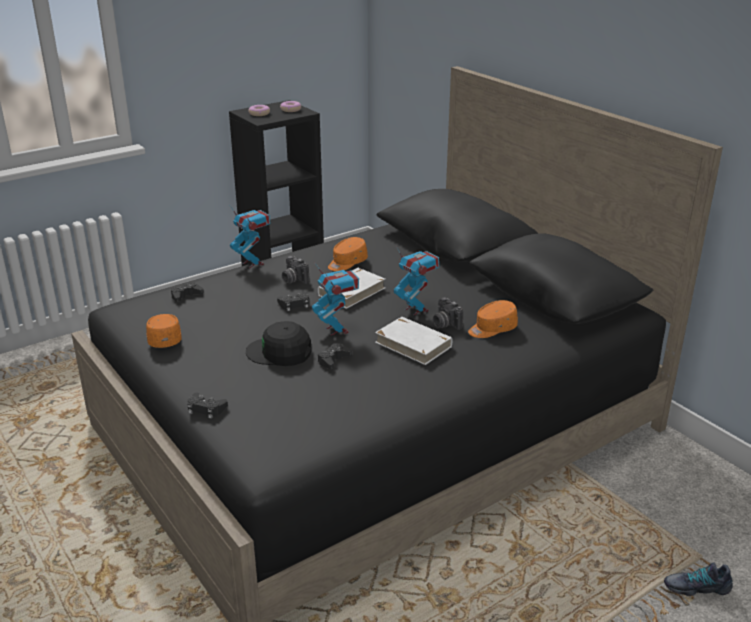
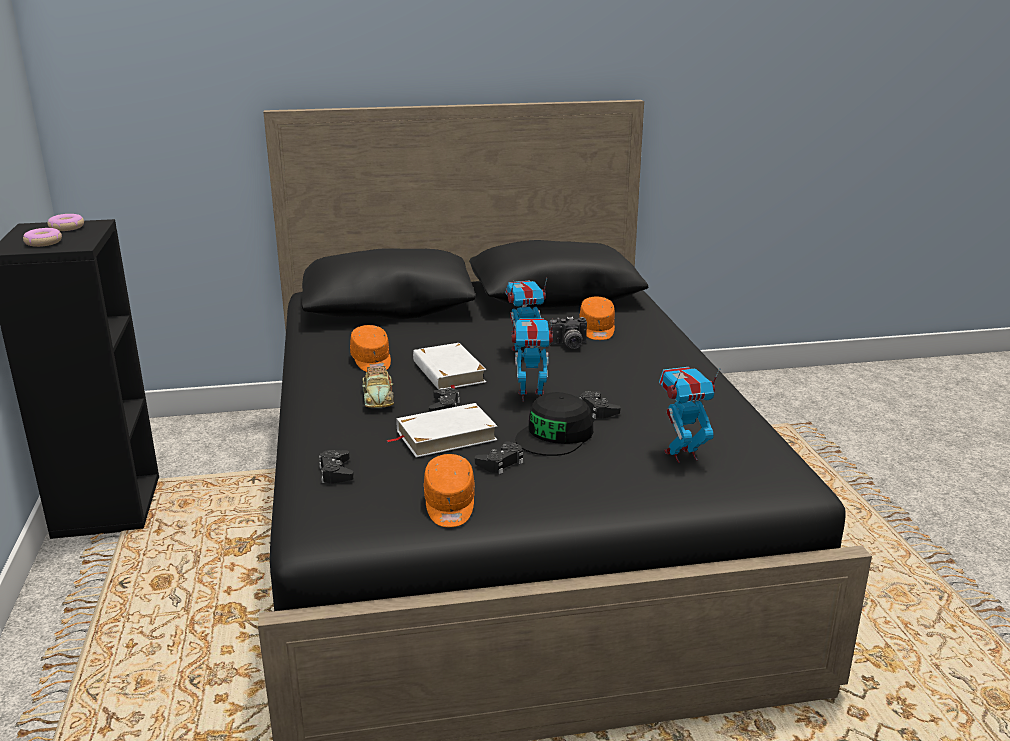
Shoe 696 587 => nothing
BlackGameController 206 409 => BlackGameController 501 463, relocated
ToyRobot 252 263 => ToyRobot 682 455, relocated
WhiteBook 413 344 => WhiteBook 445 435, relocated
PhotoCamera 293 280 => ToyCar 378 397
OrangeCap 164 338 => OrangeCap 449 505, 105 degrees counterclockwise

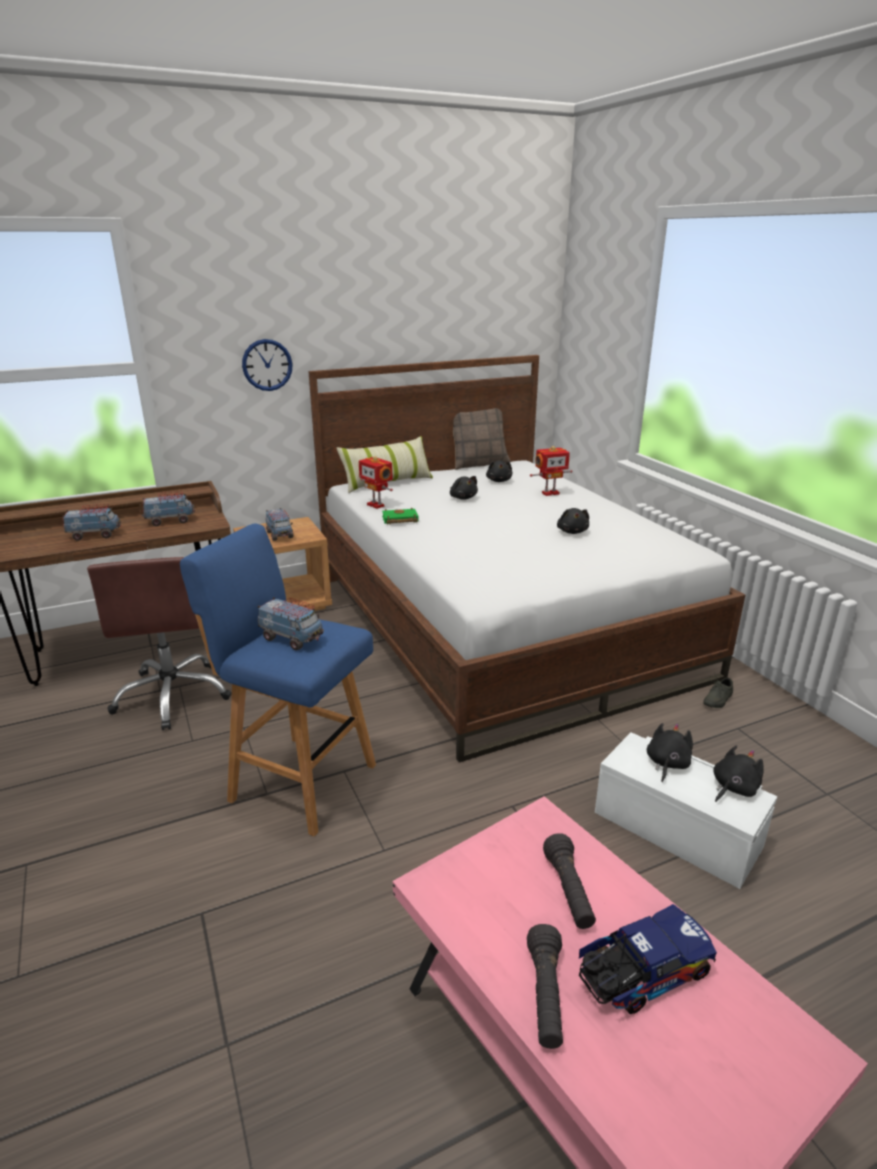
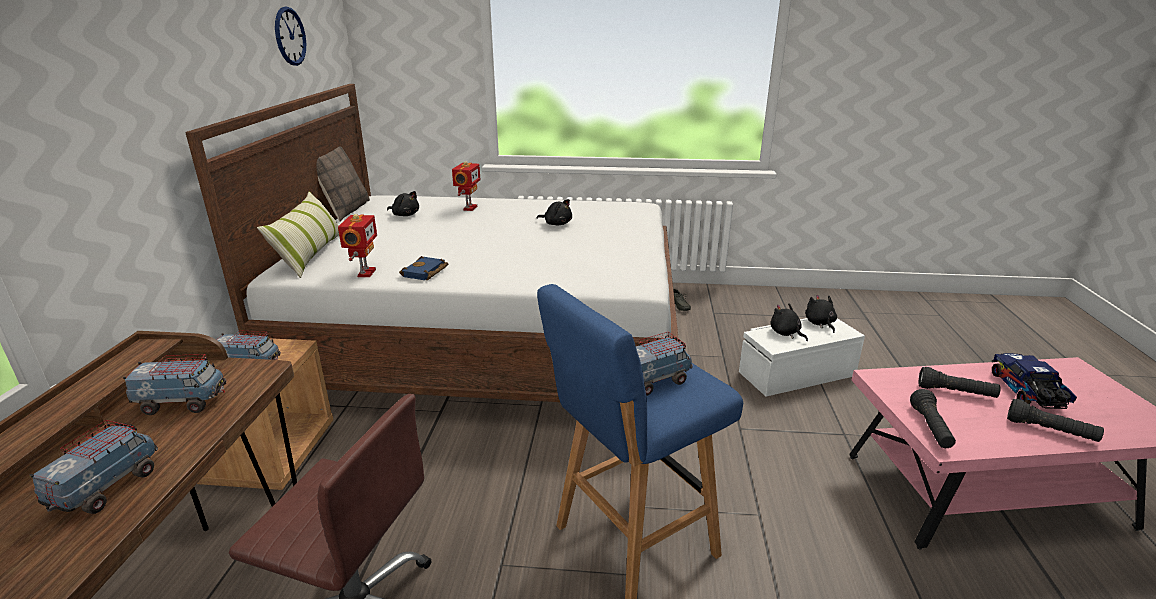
BlackPlushToy 463 498 => nothing
nothing => BlackFlashlight 930 428
WallClock 267 365 => WallClock 290 36, relocated
GreenBook 399 520 => BlueBook 425 272
ToyTruck 170 521 => ToyTruck 183 403, 75 degrees clockwise
ToyRobot 376 505 => ToyRobot 365 273, 75 degrees counterclockwise

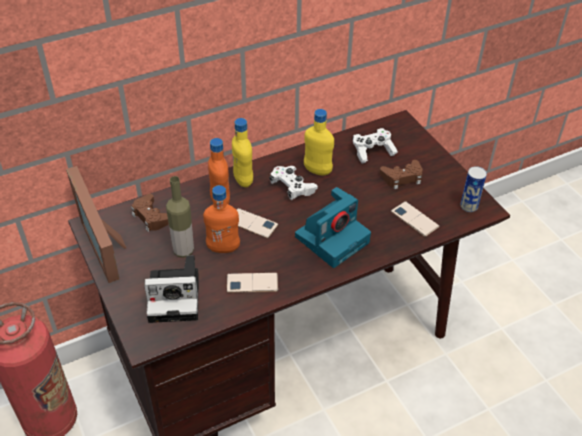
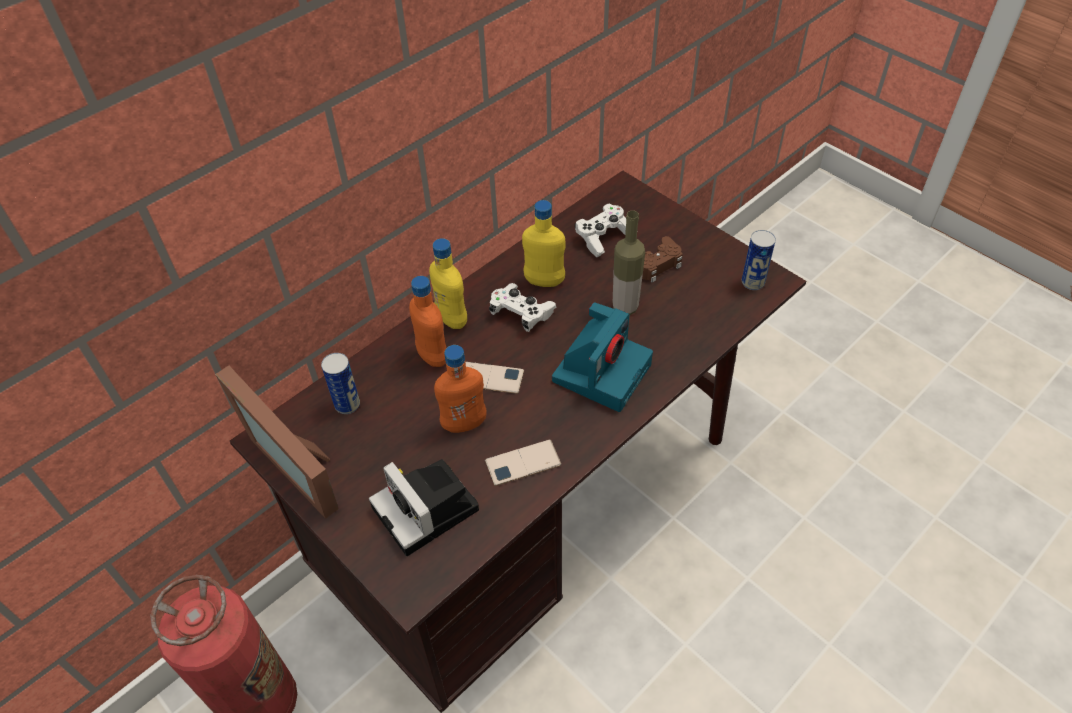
Phone 414 219 => nothing
Bottle 183 251 => Bottle 625 307, relocated
BrownGameController 151 217 => Can 347 404
PhotoCamera 177 296 => PhotoCamera 429 511, 75 degrees clockwise

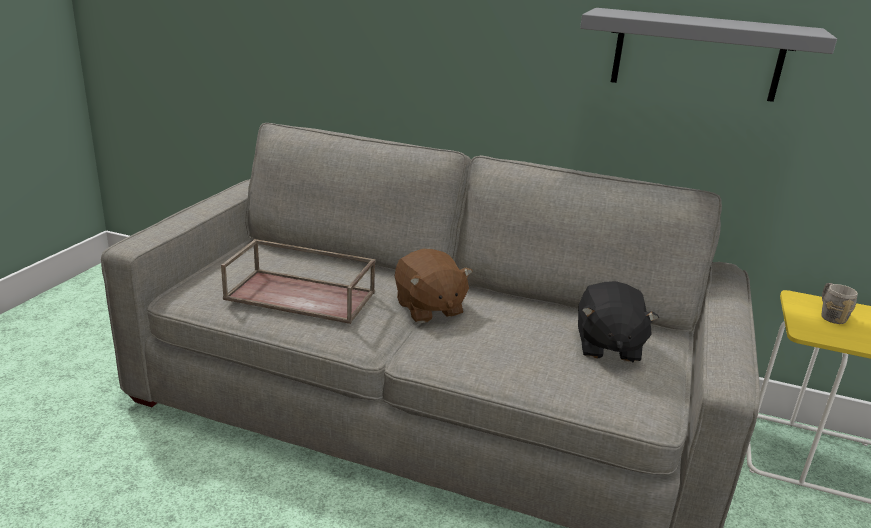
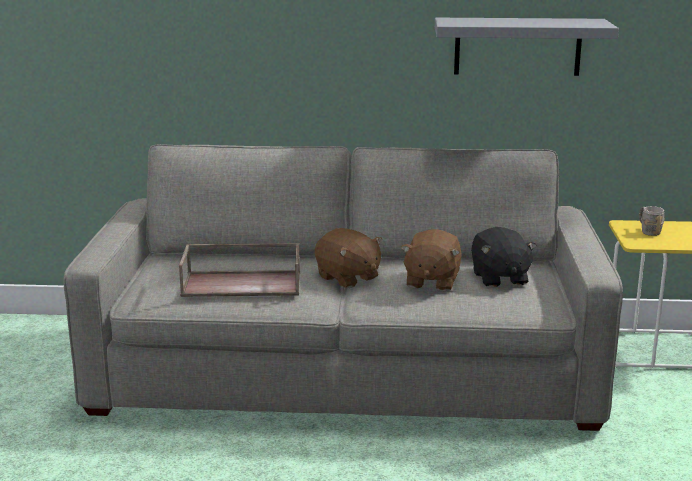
nothing => BrownPlushToy 431 281

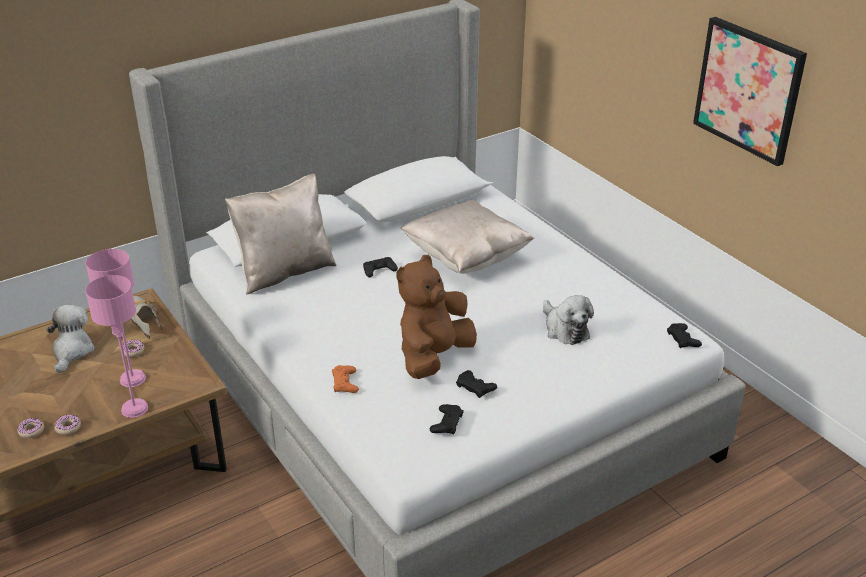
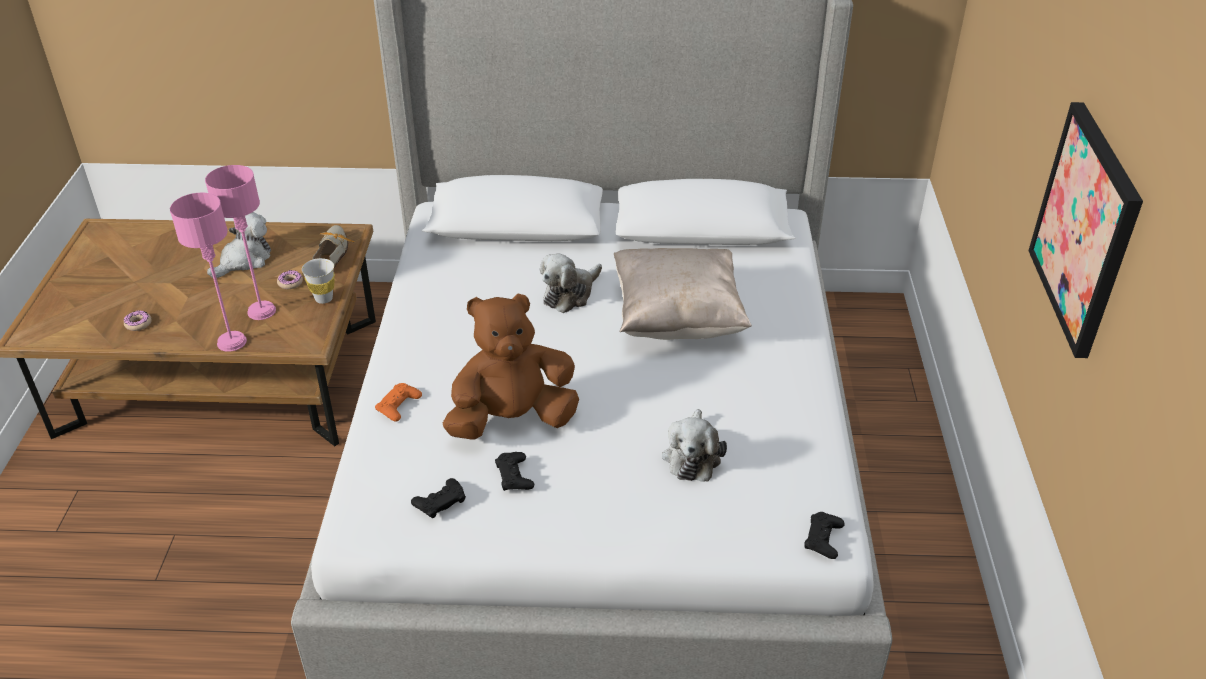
Donut 68 427 => nothing
BeigePillow 284 271 => nothing
nothing => WhiteCup 324 298
BlackGameController 379 270 => PlushToy 570 294

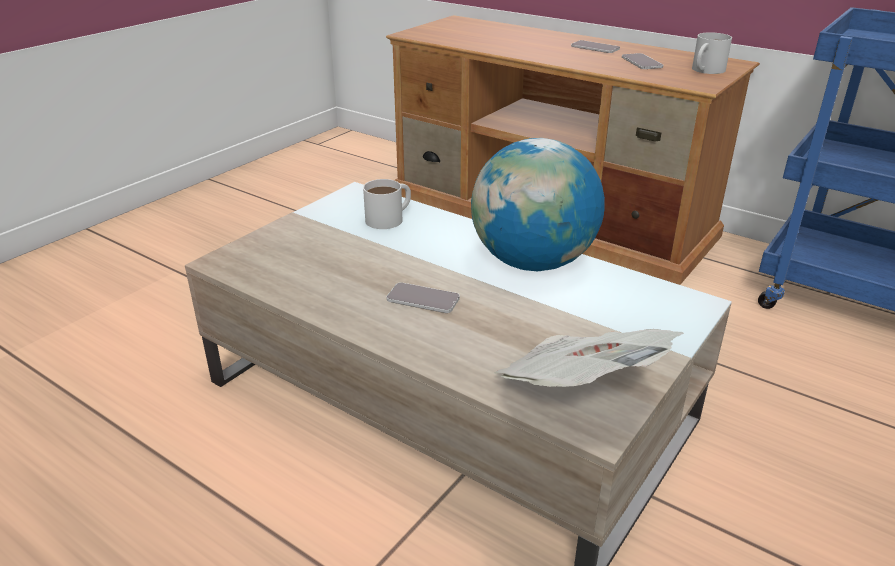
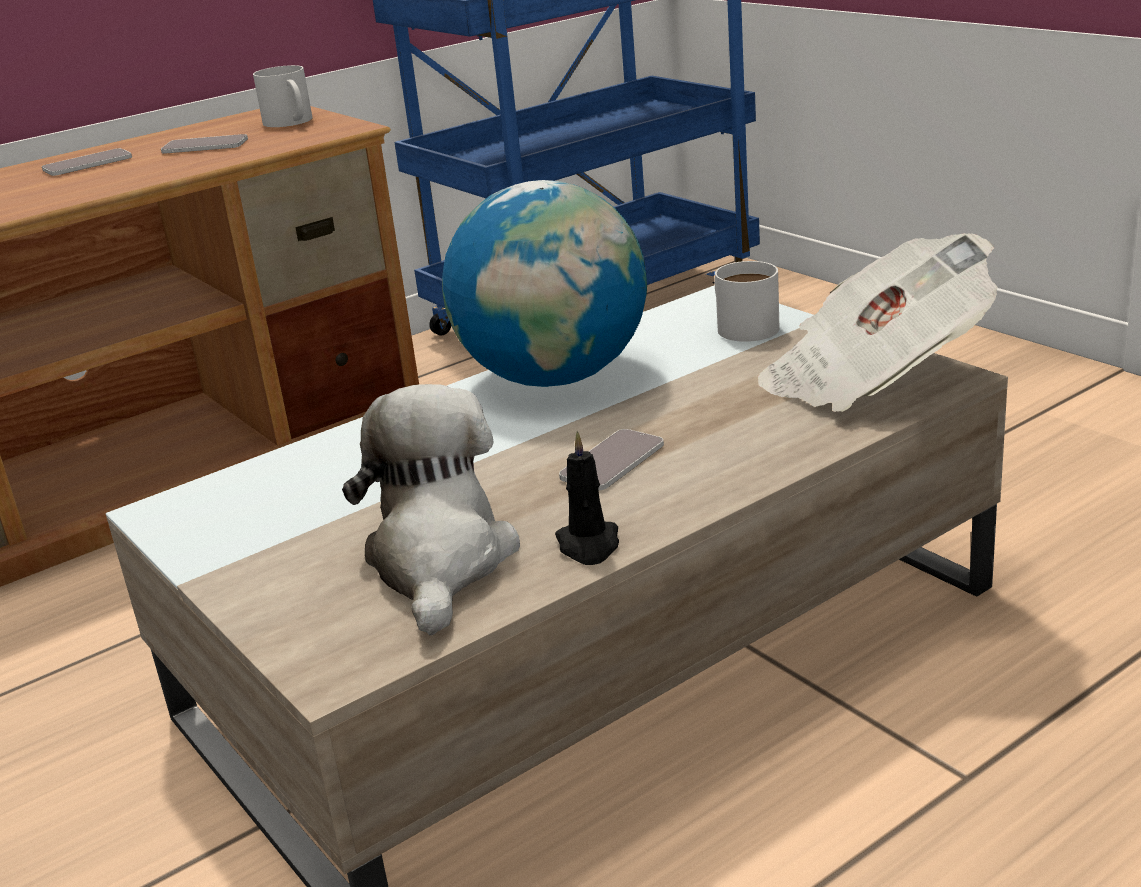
nothing => PlushToy 439 561
nothing => BlackCandle 589 545
WhiteMug 390 218 => WhiteMug 741 325, relocated

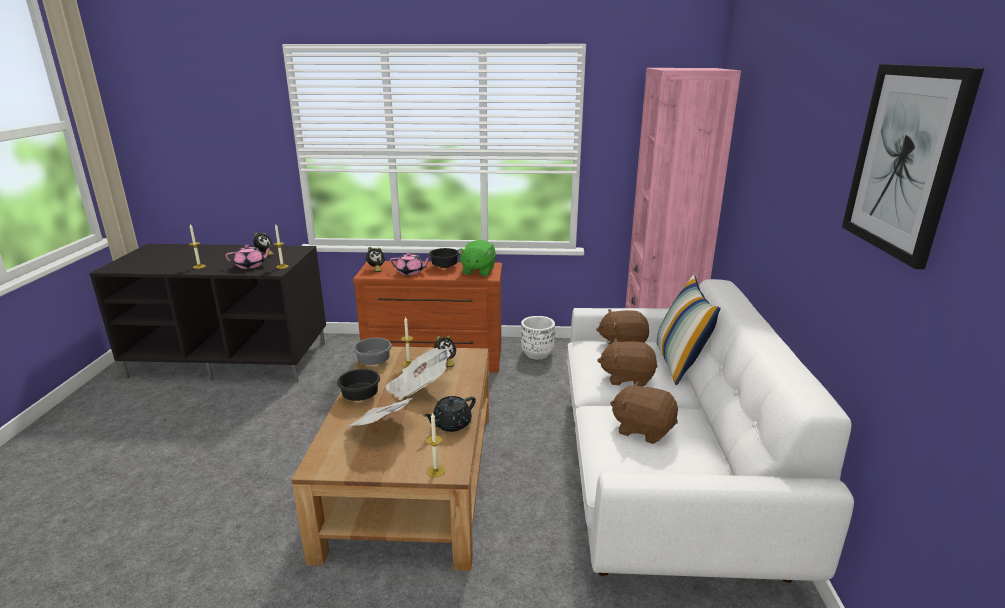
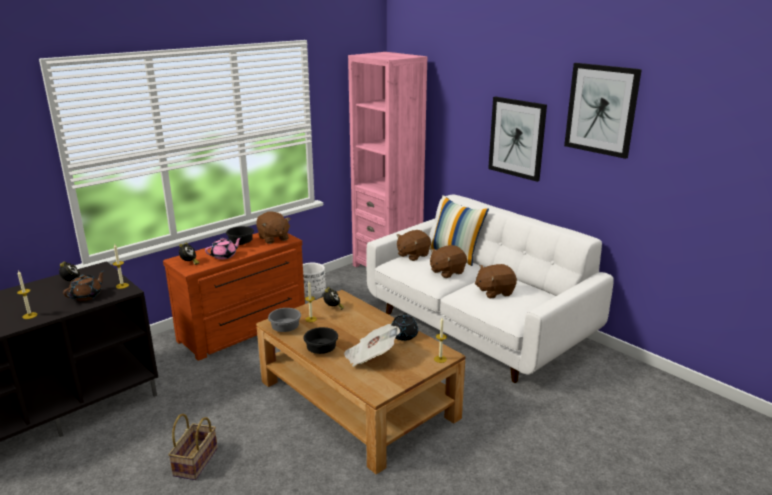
Newspaper 418 388 => nothing
nothing => Basket 196 463
nothing => Picture 517 138
PinkTeapot 251 266 => BrownTeapot 87 296
GreenPlushToy 478 271 => BrownPlushToy 273 238

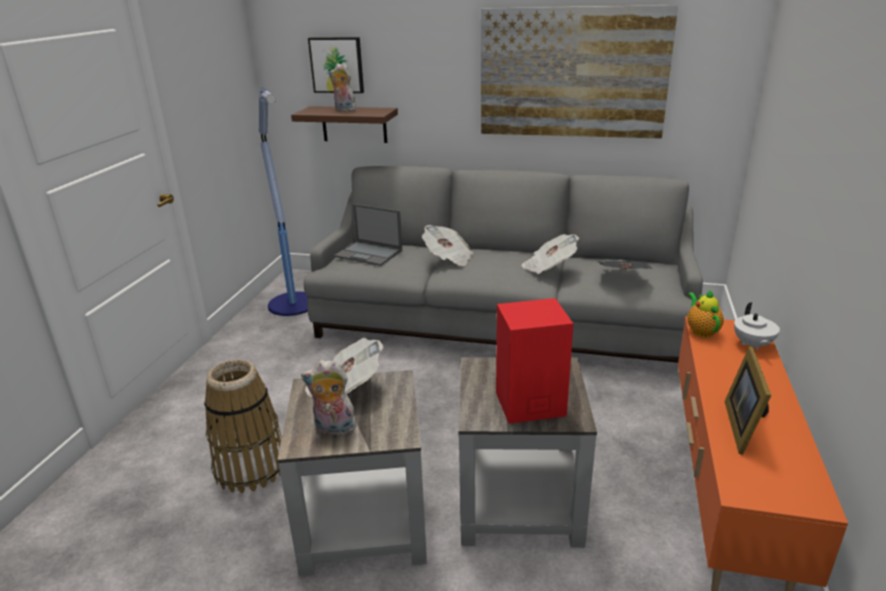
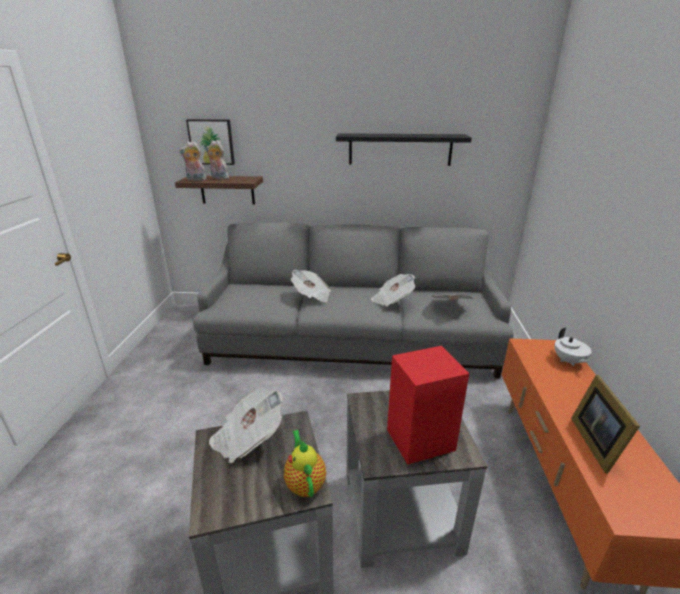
Basket 251 467 => nothing
FloorLamp 293 305 => nothing
Laptop 369 253 => nothing
PlushToy 333 429 => PlushToy 195 180, relocated
Teapot 701 331 => Teapot 305 483, relocated
Picture 572 73 => BlackShelf 400 149

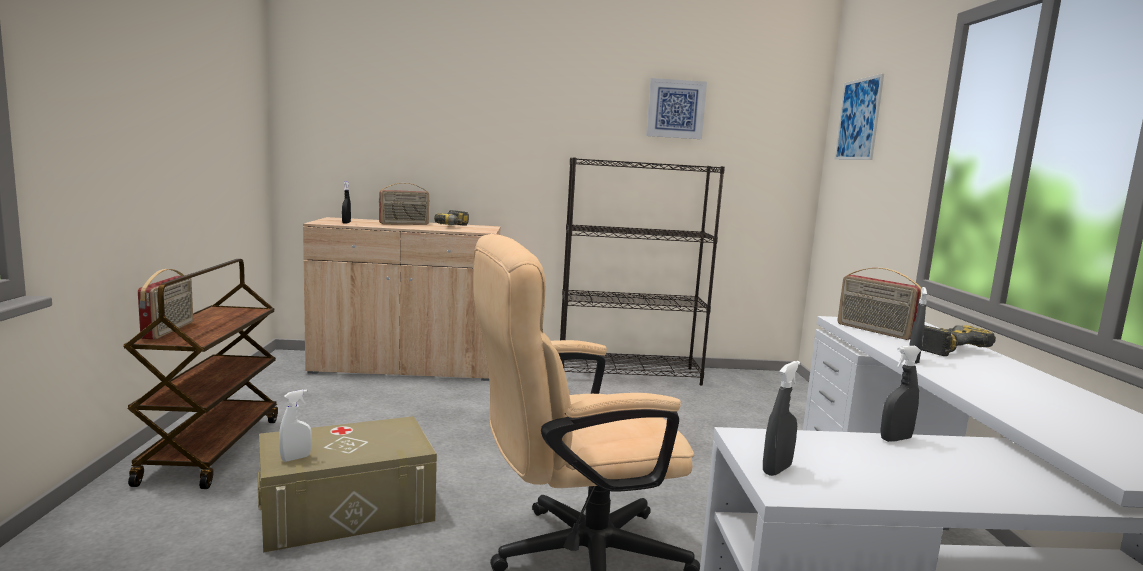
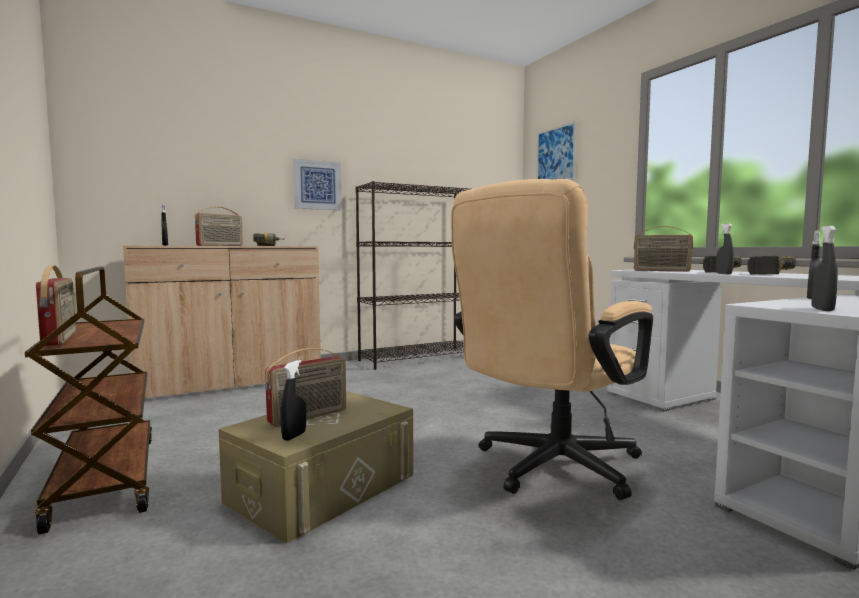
nothing => Radio 309 416
nothing => PowerDrill 764 273
Picture 675 109 => Picture 317 185, relocated
WhiteSprayBottle 296 458 => BlackSprayBottle 294 436

